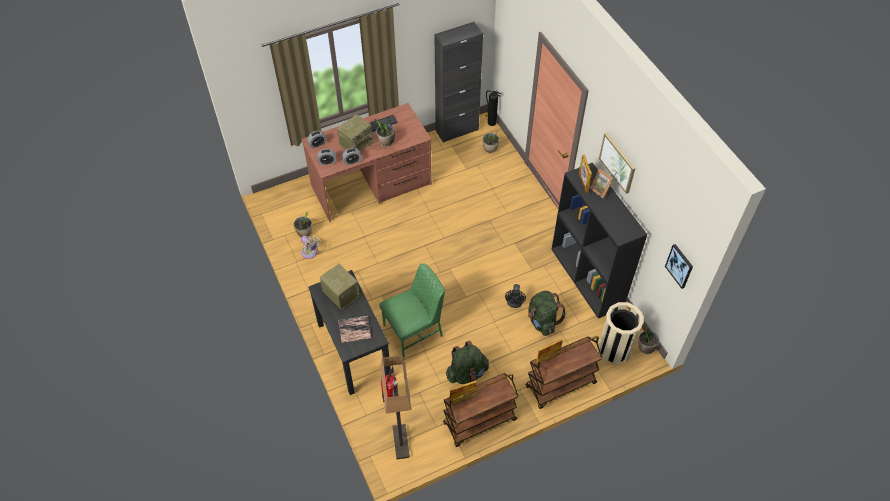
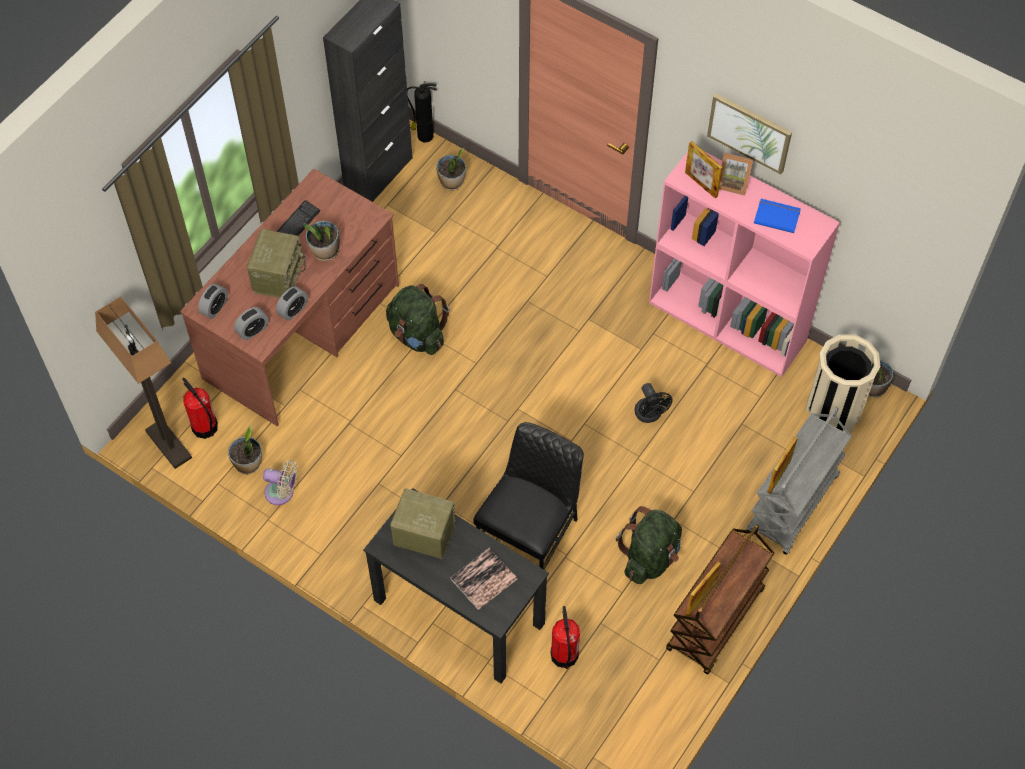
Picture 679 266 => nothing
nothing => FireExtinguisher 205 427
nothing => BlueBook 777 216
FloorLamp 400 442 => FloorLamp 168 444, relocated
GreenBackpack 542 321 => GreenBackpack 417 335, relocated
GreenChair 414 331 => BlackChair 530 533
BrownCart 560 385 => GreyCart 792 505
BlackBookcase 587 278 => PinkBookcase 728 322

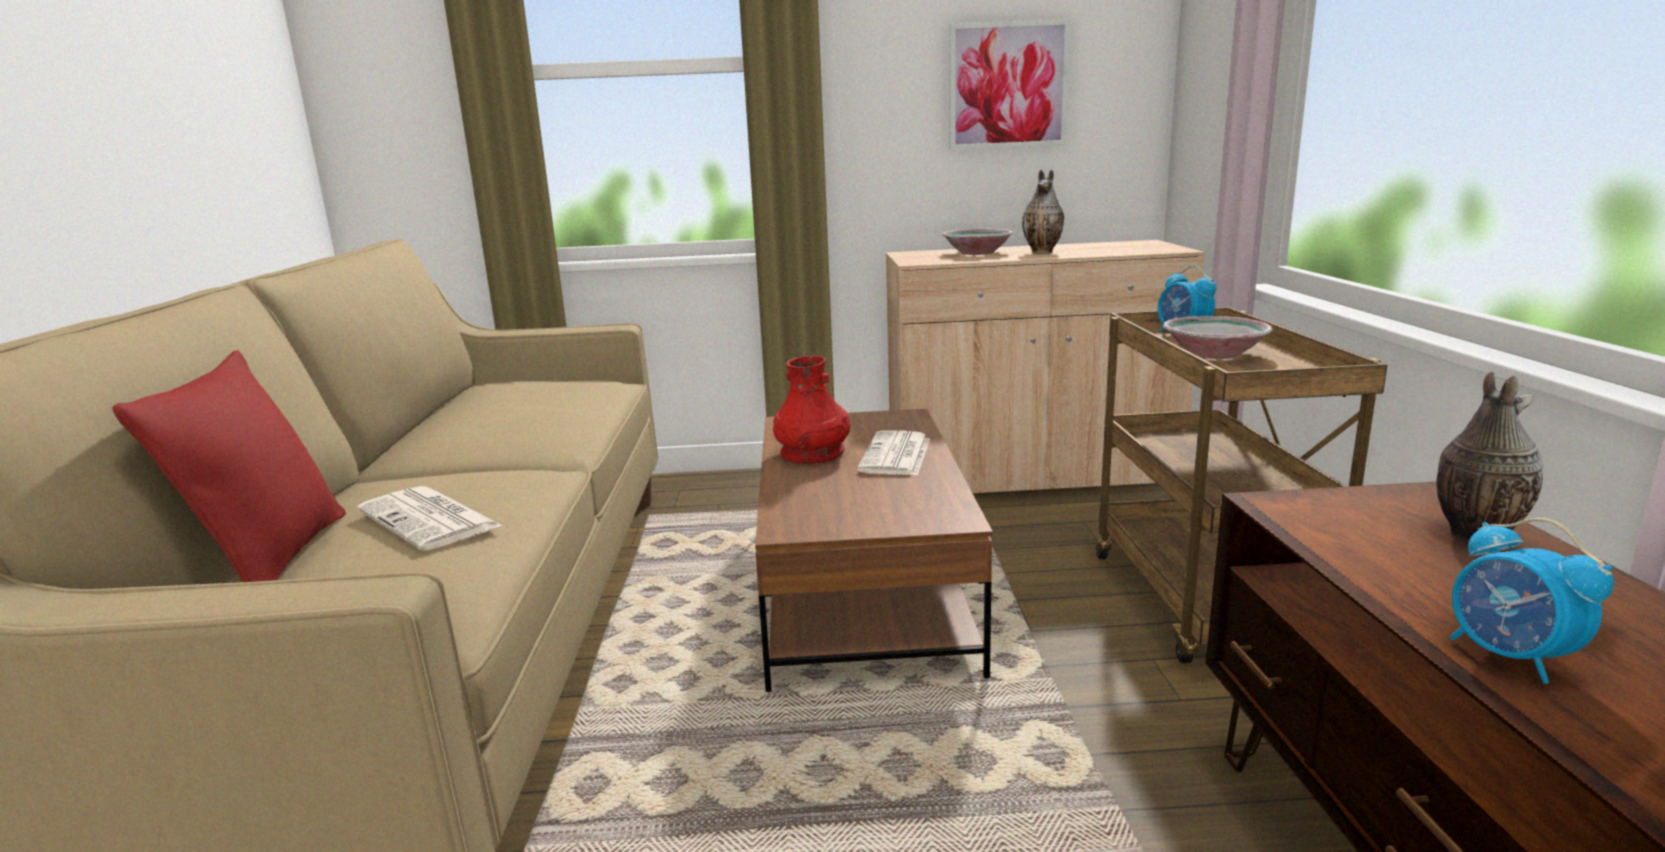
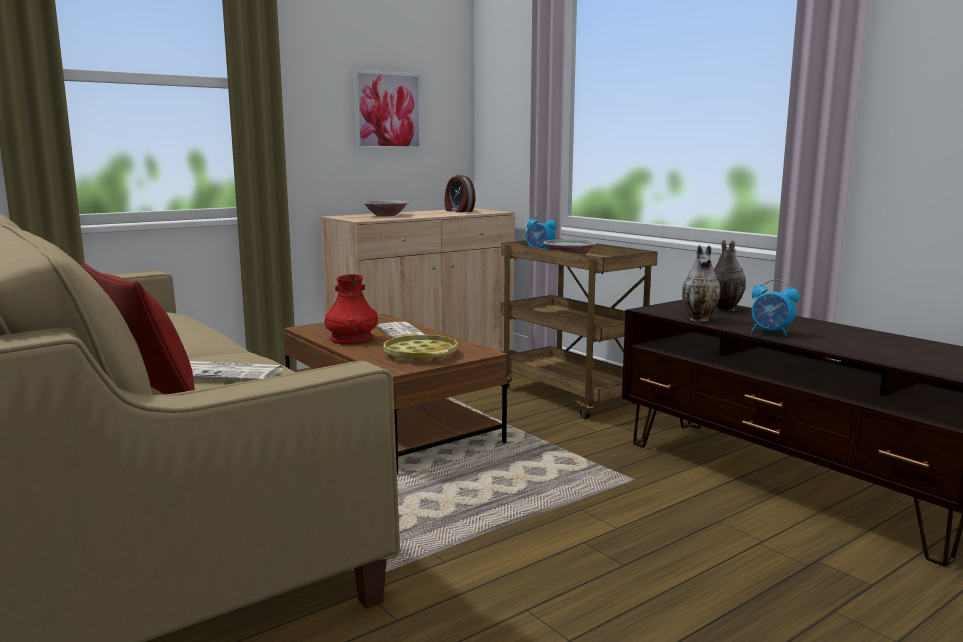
nothing => YellowTray 420 354
nothing => AlarmClock 458 211
Vase 1043 252 => Vase 700 319, relocated

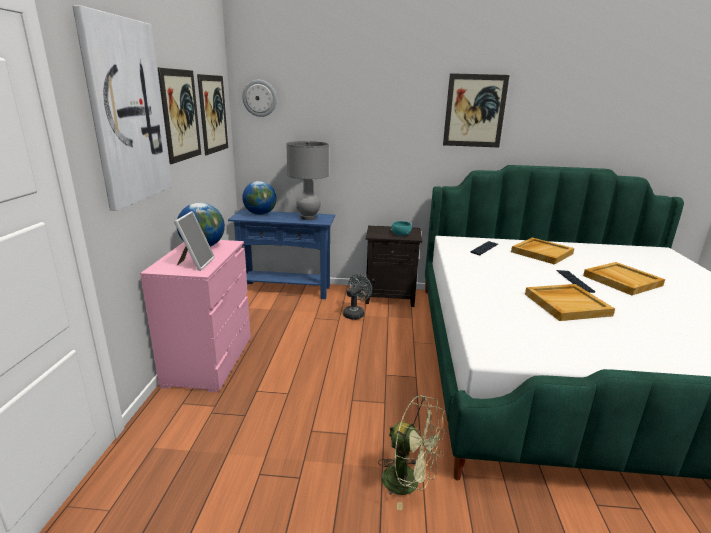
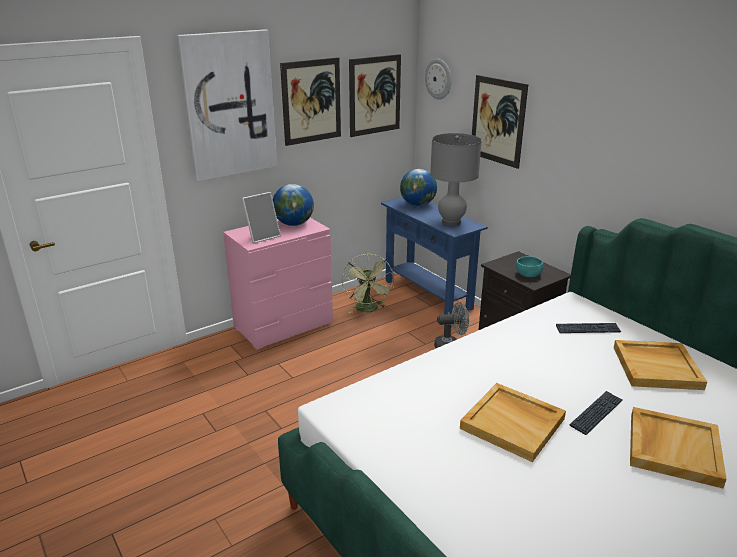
GreenFan 409 483 => GreenFan 368 310, relocated
Picture 474 111 => Picture 497 121, relocated

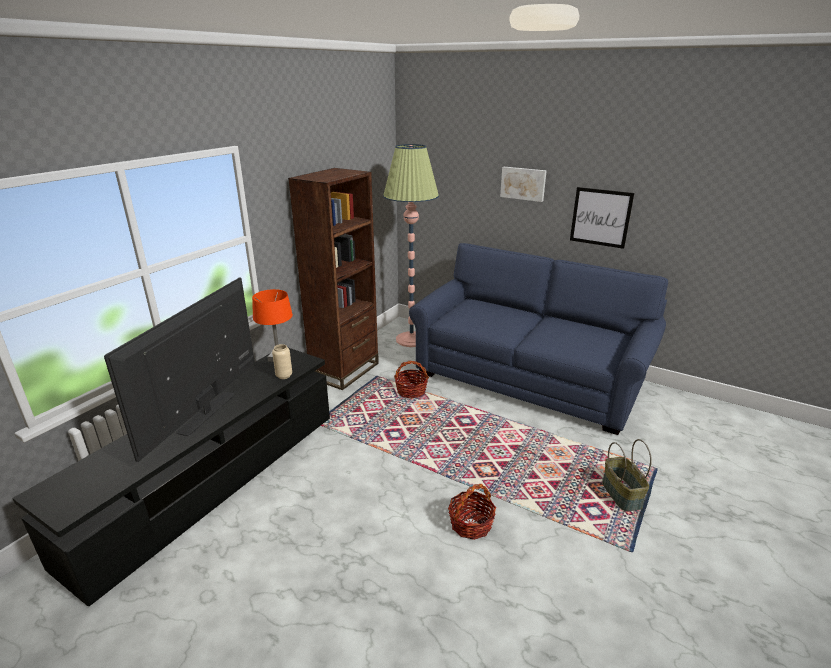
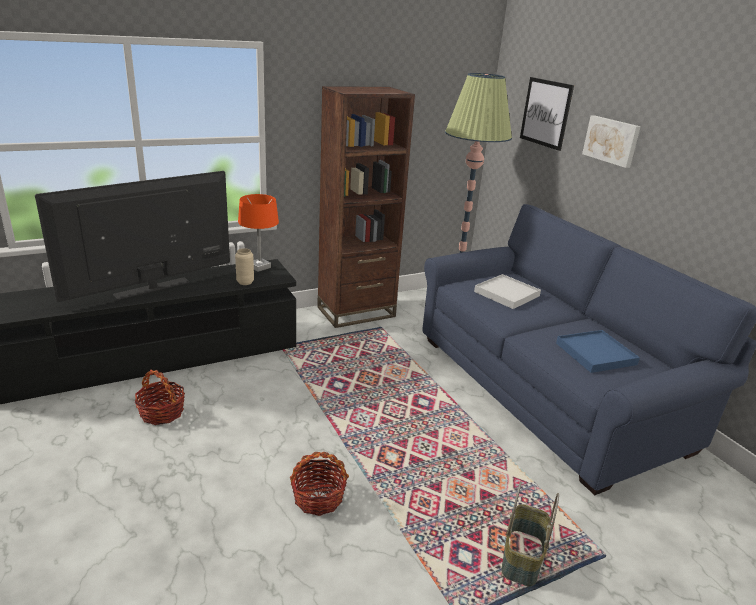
nothing => WhiteTray 506 294
nothing => BlueTray 595 354
Basket 411 391 => Basket 161 412, relocated
Picture 600 217 => Picture 546 113, relocated

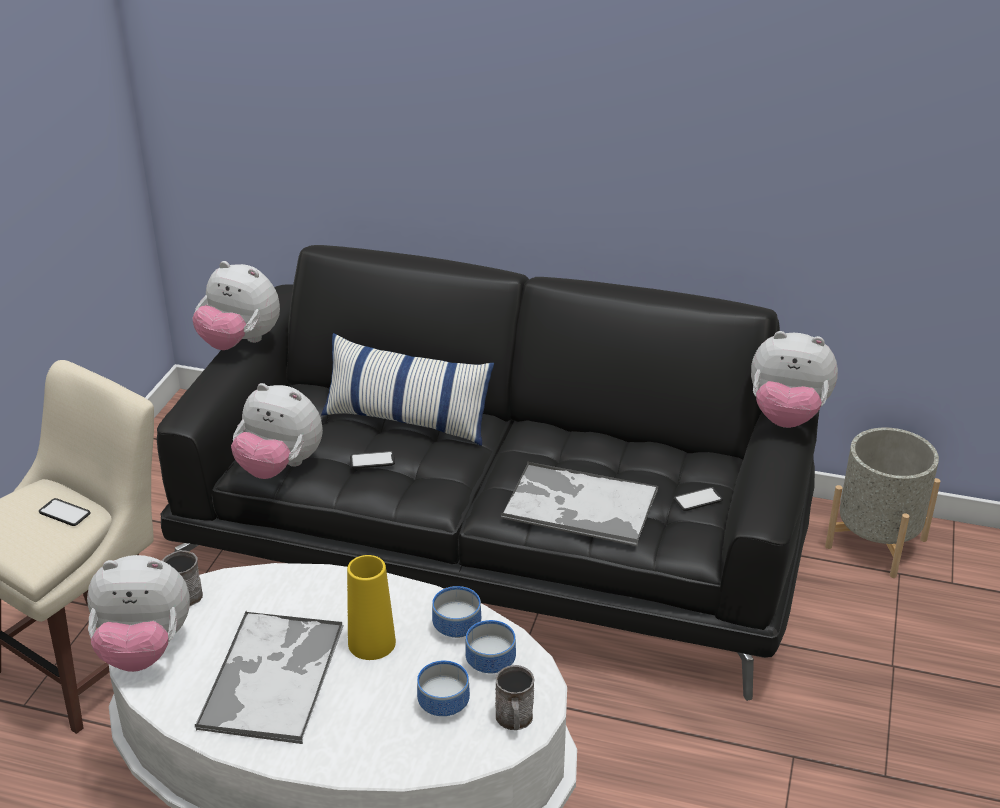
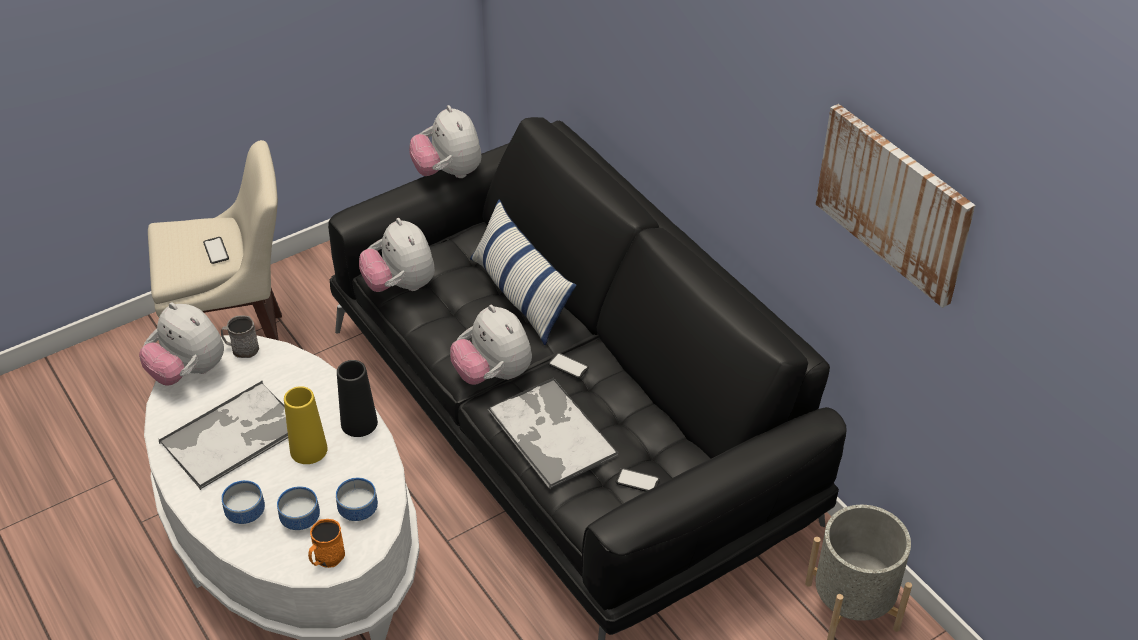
nothing => BlackVase 359 423
nothing => Picture 894 202
Phone 372 460 => Phone 568 366, relocated
Bowl 458 628 => Bowl 245 514, relocated
PlushToy 787 417 => PlushToy 493 374, relocated
GreyMug 514 720 => OrangeMug 326 558

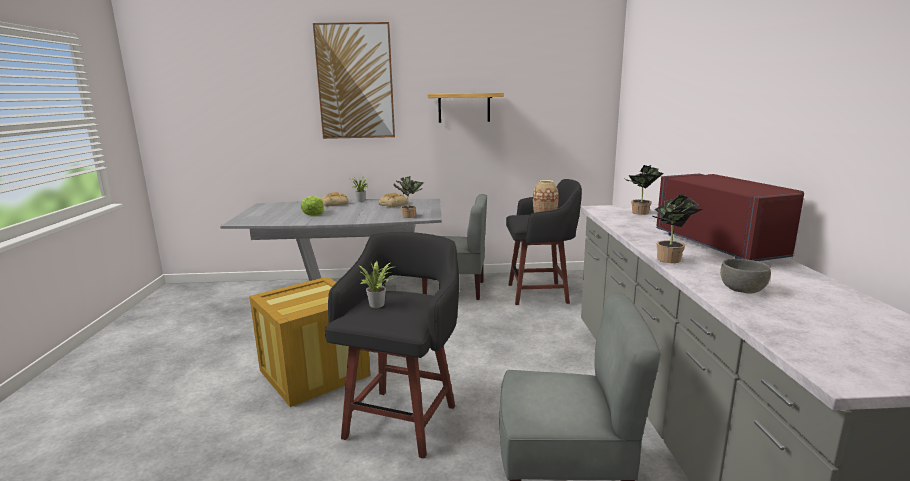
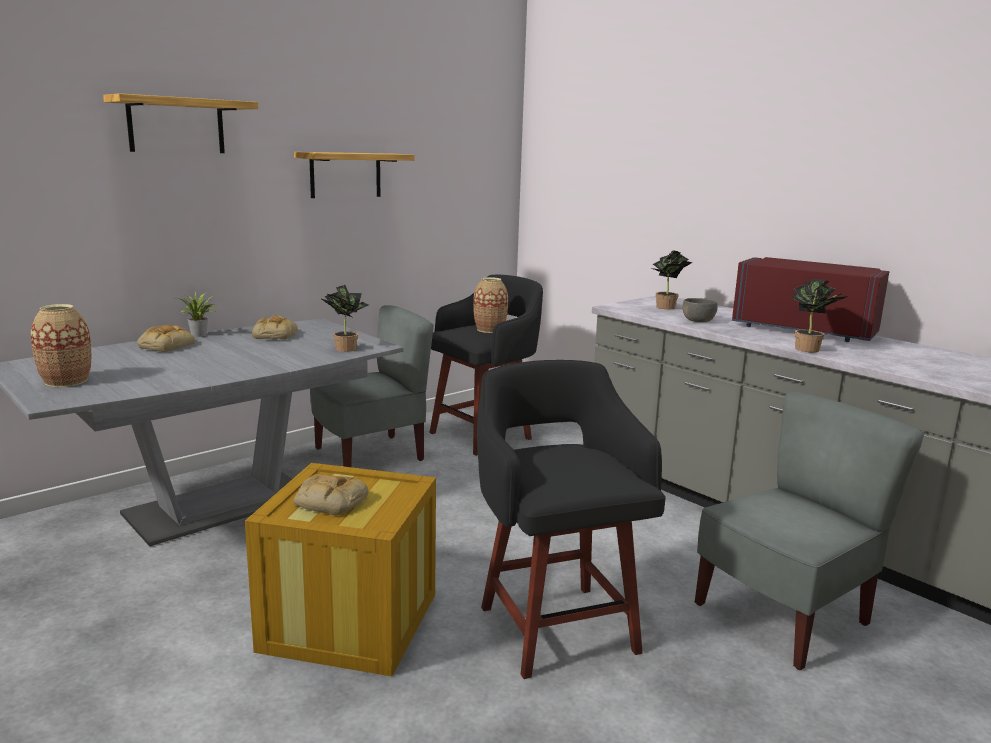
Lettuce 313 214 => nothing
PottedPlant 379 304 => nothing
nothing => Vase 66 381
nothing => Bread 329 502
GreyBowl 741 289 => GreyBowl 698 321, relocated
Picture 355 82 => Shelf 176 125

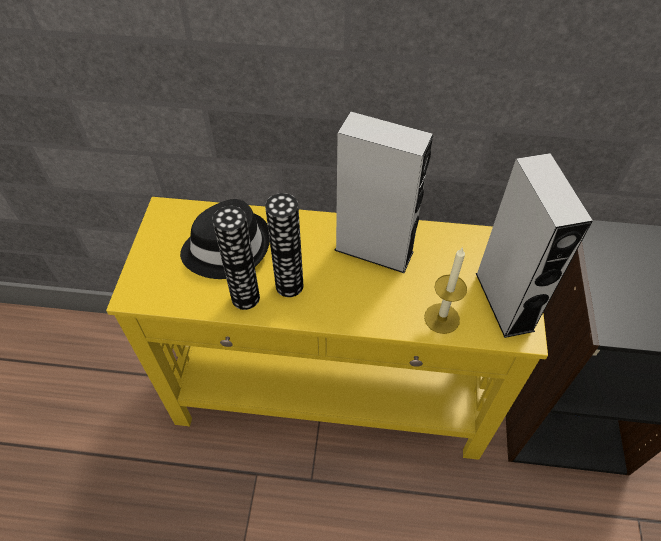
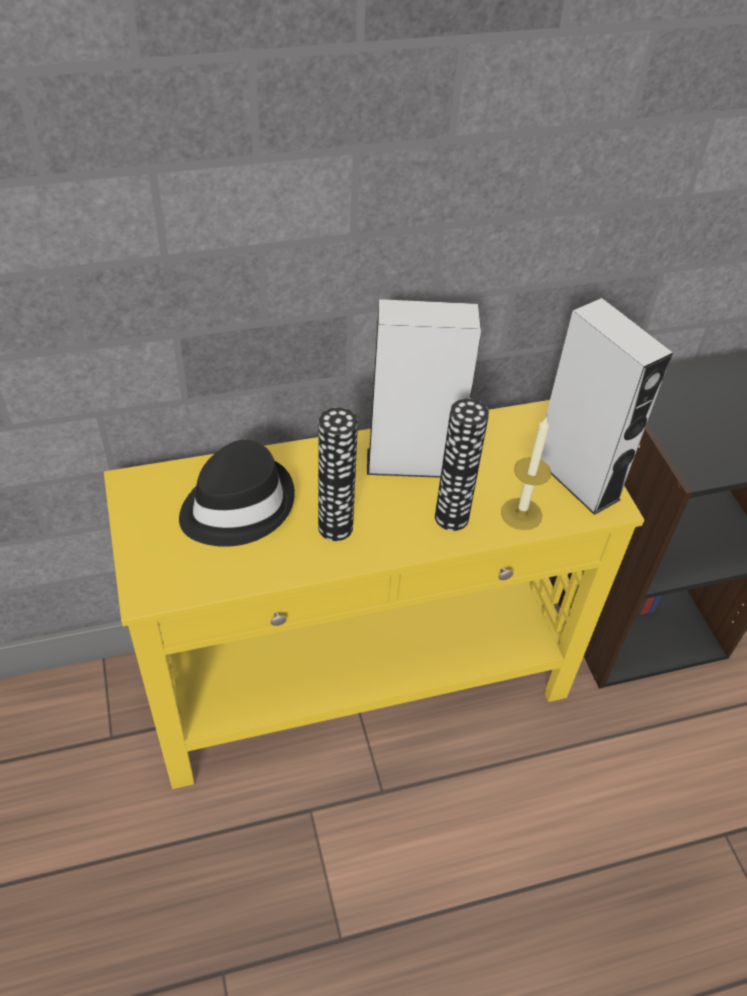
Vase 245 297 => Vase 451 517, relocated

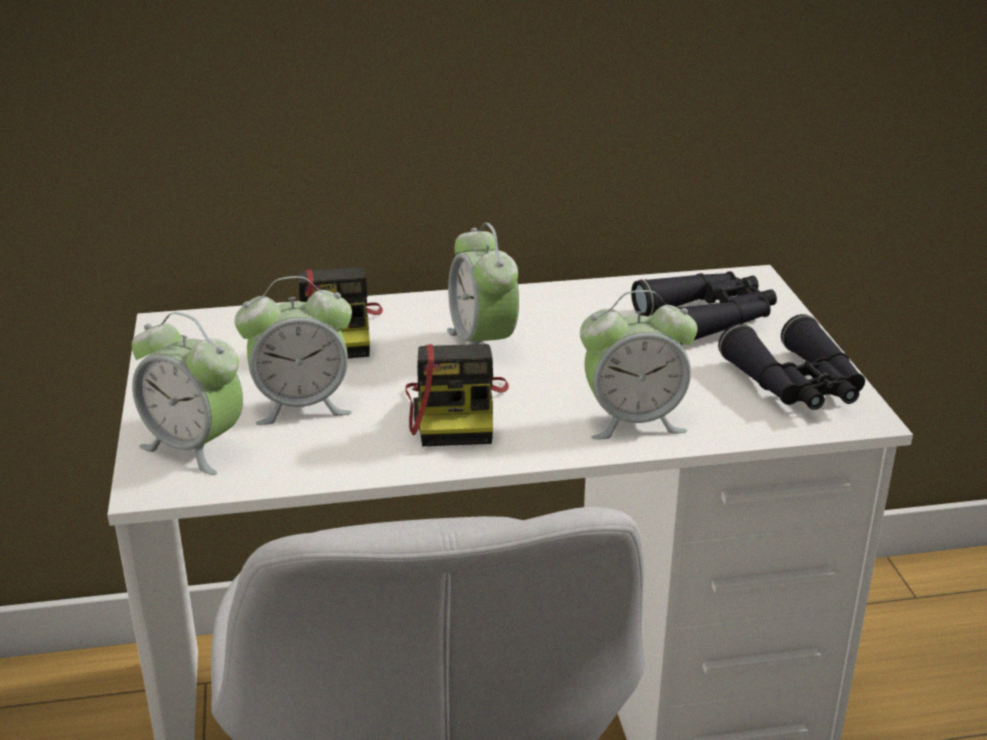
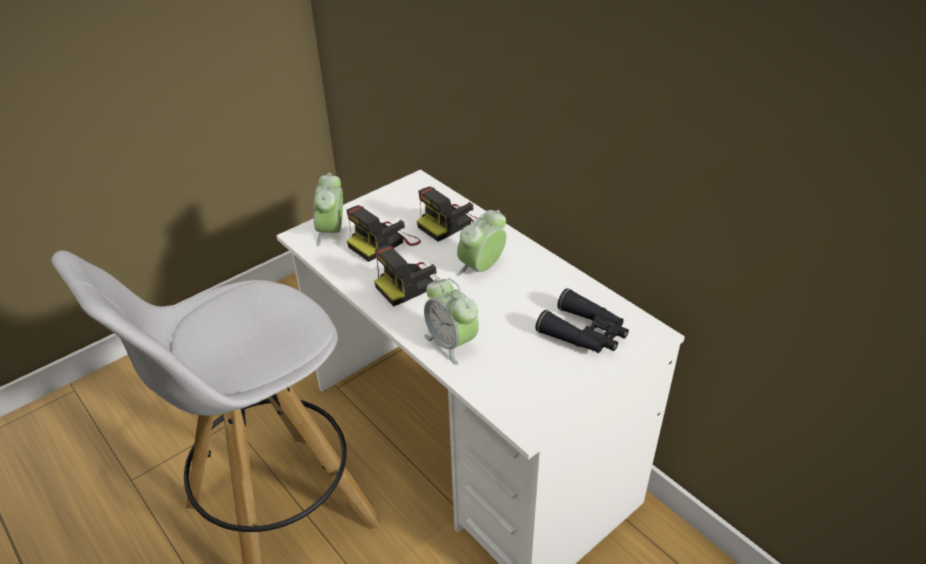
BlackBinoculars 796 385 => nothing
AlarmClock 301 405 => PhotoCamera 383 243

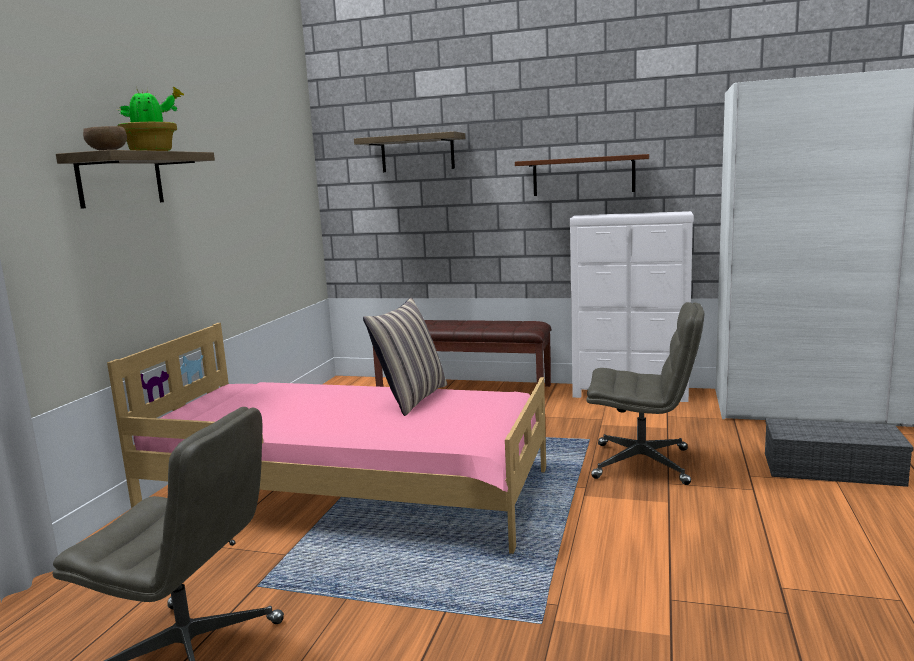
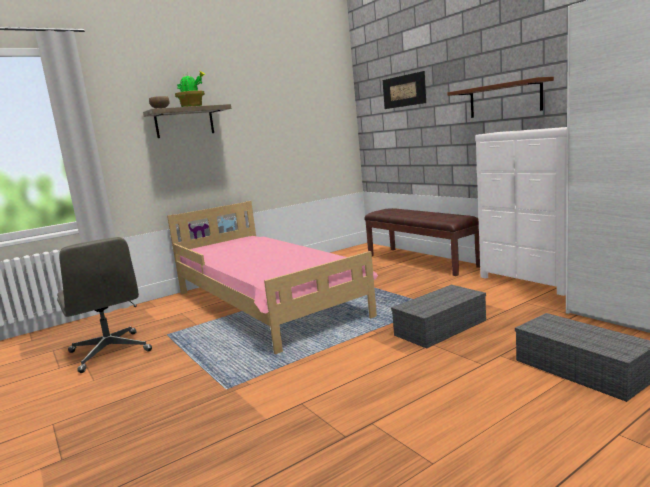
Pillow 411 398 => nothing
Shelf 417 153 => Picture 404 91
GreyOfficeChair 643 463 => GreyStorageBox 440 328

